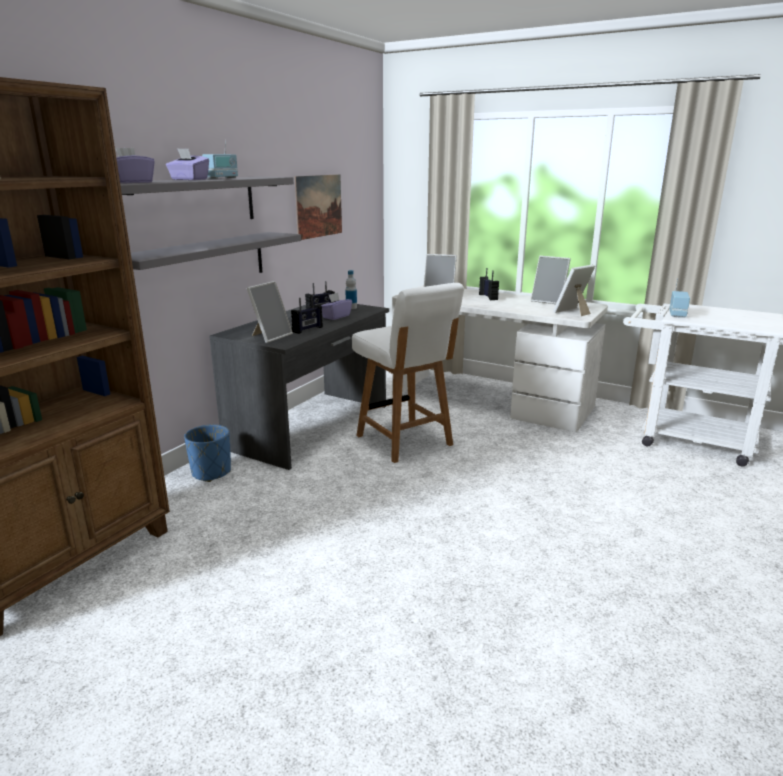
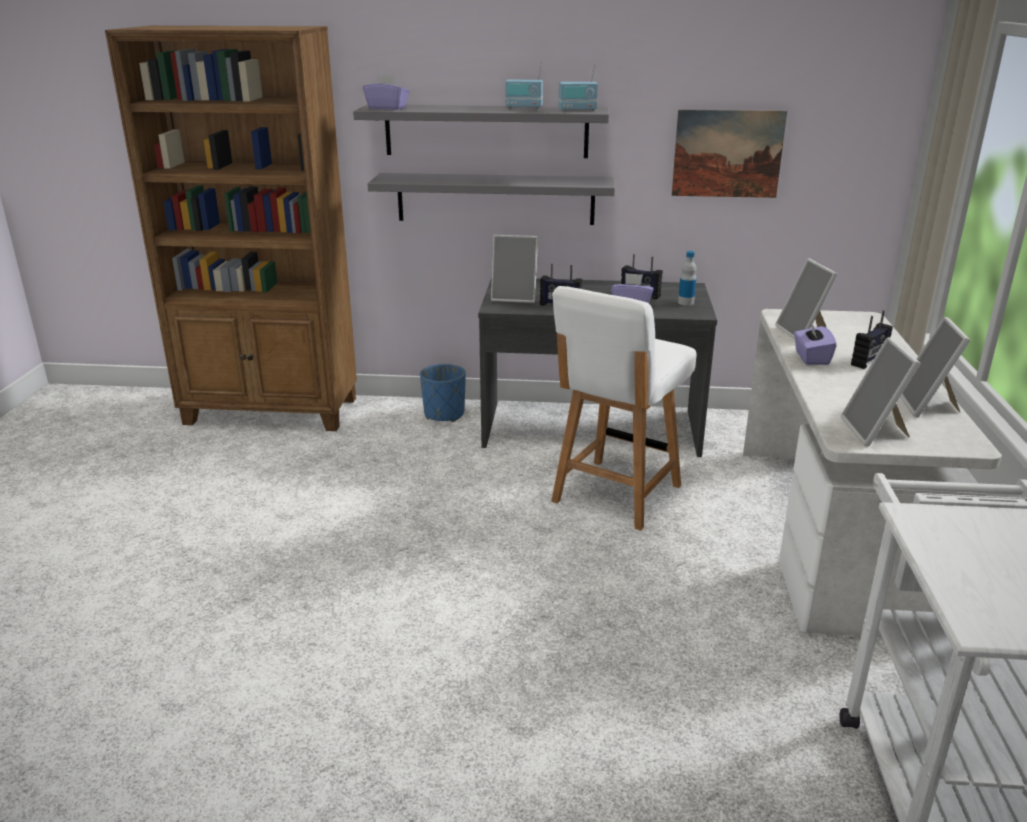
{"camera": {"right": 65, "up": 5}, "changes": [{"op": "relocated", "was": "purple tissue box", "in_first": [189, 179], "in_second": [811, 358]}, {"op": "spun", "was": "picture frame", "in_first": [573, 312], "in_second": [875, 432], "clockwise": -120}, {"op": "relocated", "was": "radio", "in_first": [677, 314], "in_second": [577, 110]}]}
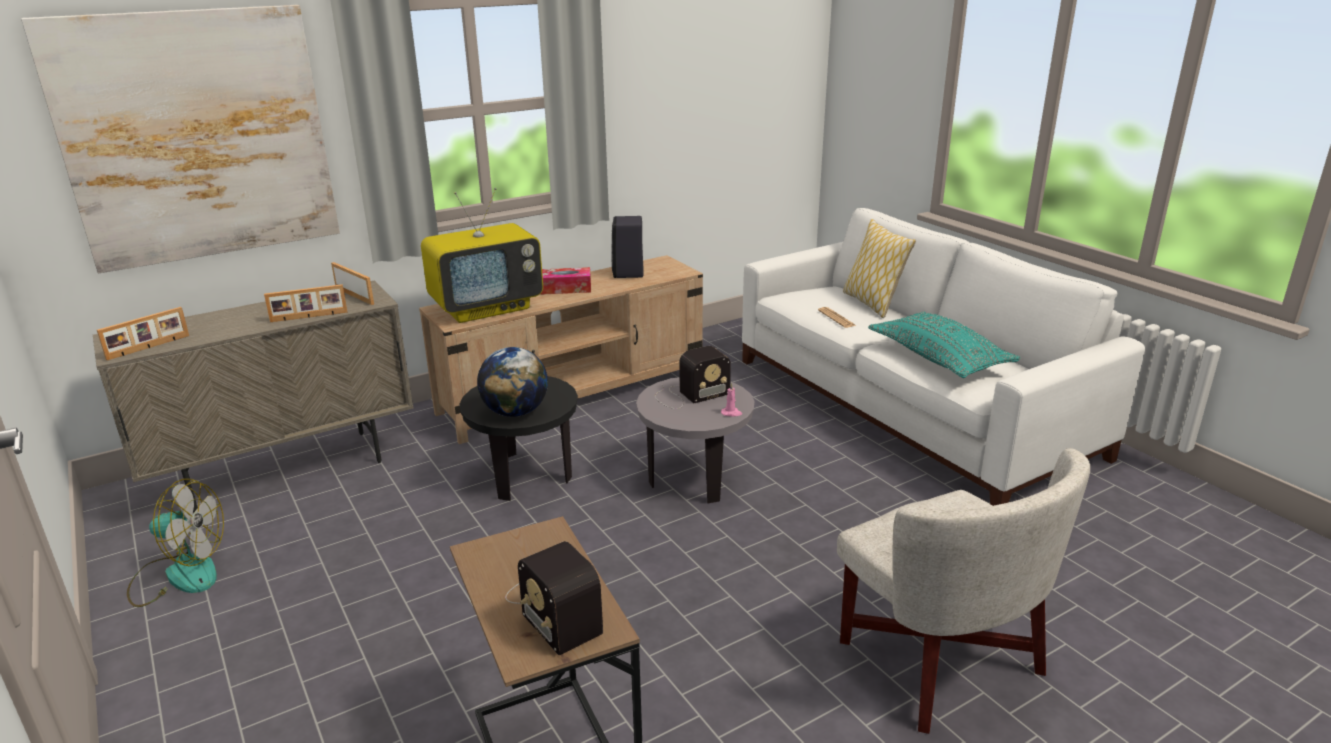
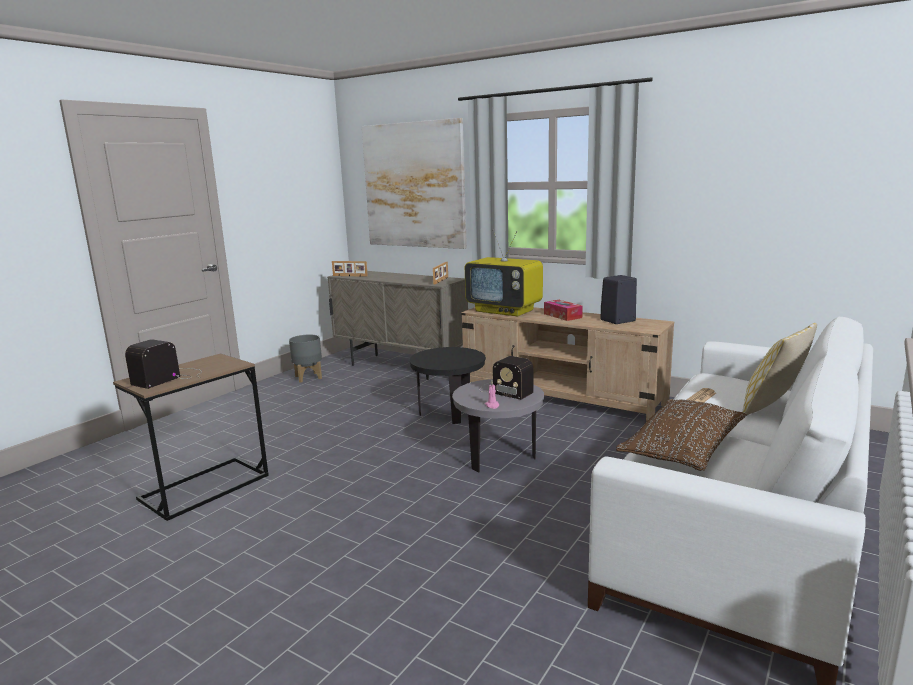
{"camera": {"right": 65, "up": -10}, "changes": [{"op": "missing", "was": "picture frame", "in_first": [309, 317]}, {"op": "colour", "was": "turquoise pillow", "now": "brown pillow", "in_first": [939, 358], "in_second": [683, 449]}, {"op": "missing", "was": "globe", "in_first": [515, 412]}, {"op": "missing", "was": "white armchair", "in_first": [939, 660]}, {"op": "exchanged", "was": "fan", "now": "grey planter", "in_first": [179, 575], "in_second": [308, 377]}]}
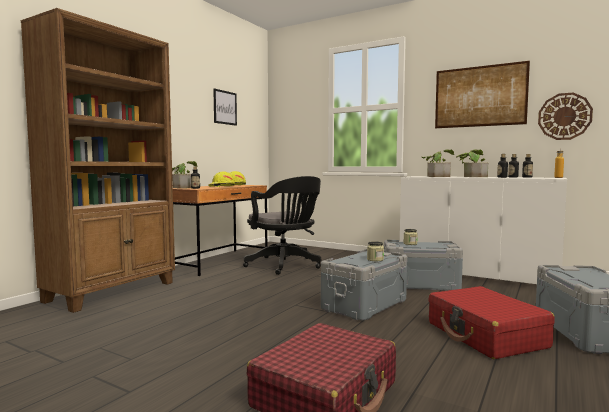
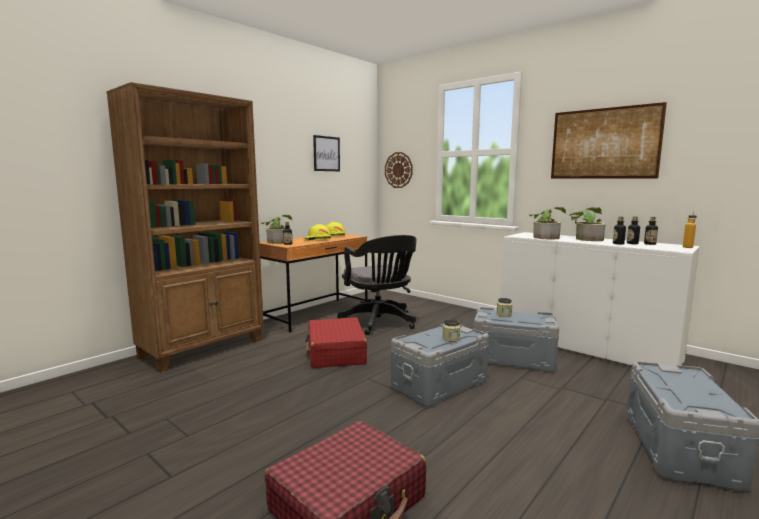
{"camera": {"right": 10, "up": 5}, "changes": [{"op": "relocated", "was": "wall clock", "in_first": [564, 116], "in_second": [398, 170]}, {"op": "relocated", "was": "red suitcase", "in_first": [486, 335], "in_second": [336, 353]}]}
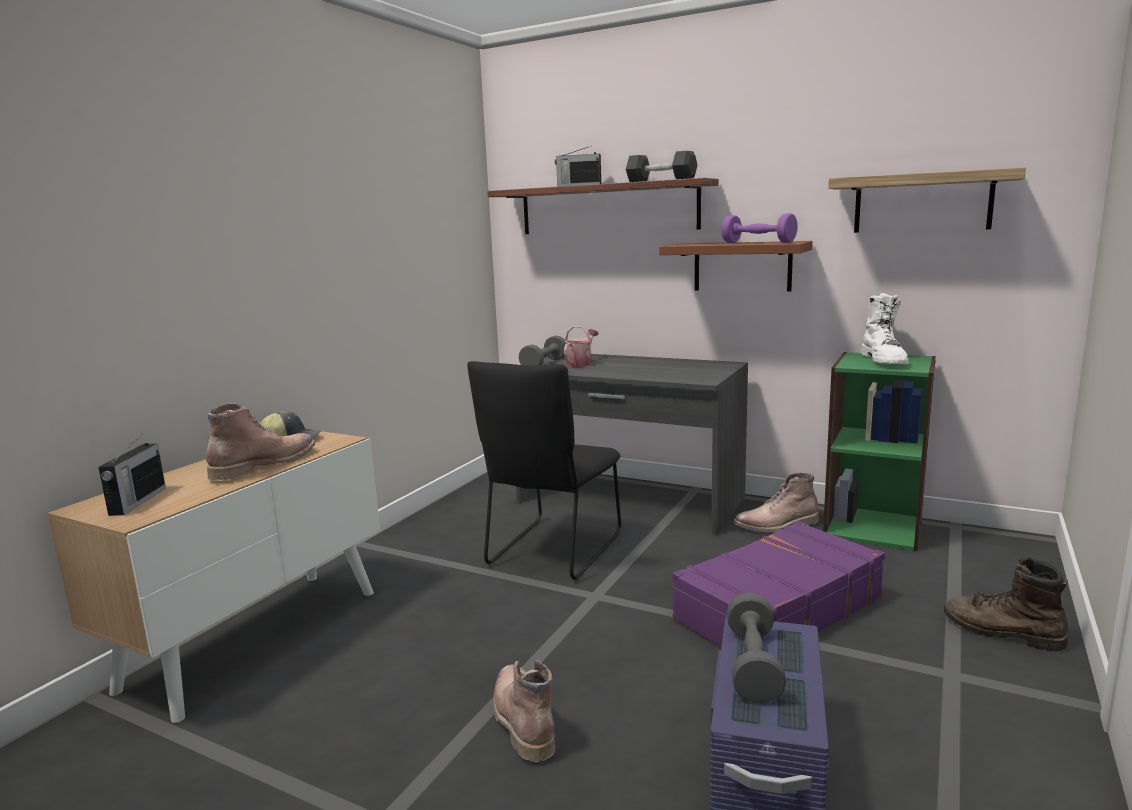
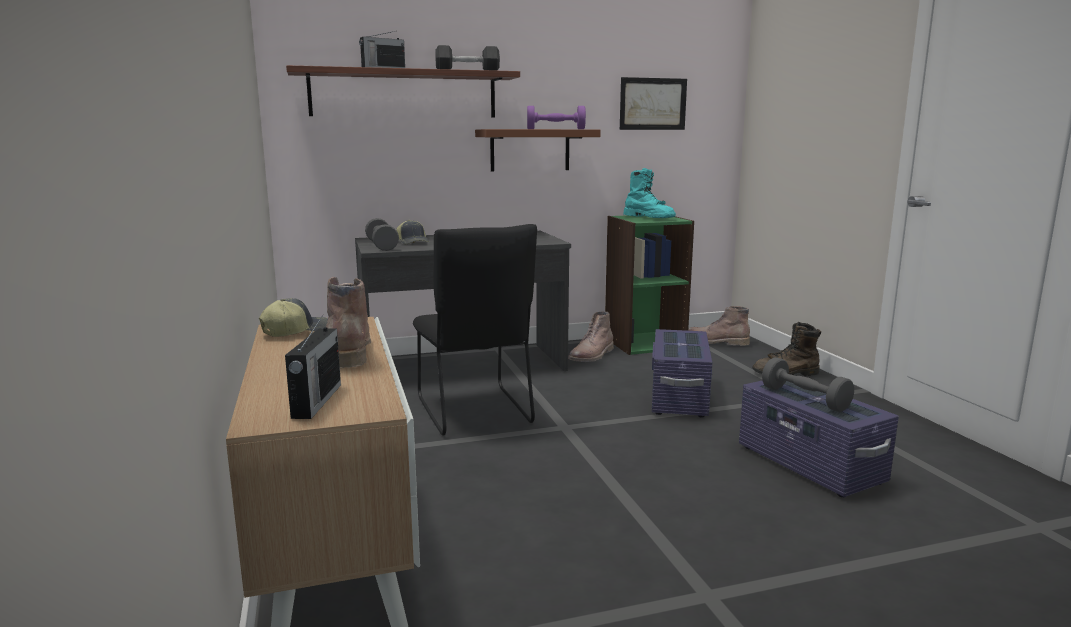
{"camera": {"right": -45, "up": 0}, "changes": [{"op": "exchanged", "was": "shelf", "now": "picture", "in_first": [922, 203], "in_second": [653, 104]}, {"op": "colour", "was": "white boot", "now": "turquoise boot", "in_first": [884, 361], "in_second": [649, 218]}, {"op": "exchanged", "was": "watering can", "now": "cap", "in_first": [580, 363], "in_second": [413, 242]}, {"op": "spun", "was": "radio", "in_first": [137, 501], "in_second": [316, 401], "clockwise": 45}, {"op": "exchanged", "was": "purple suitcase", "now": "purple storage box", "in_first": [776, 609], "in_second": [678, 397]}, {"op": "relocated", "was": "brown boot", "in_first": [521, 718], "in_second": [715, 342]}]}
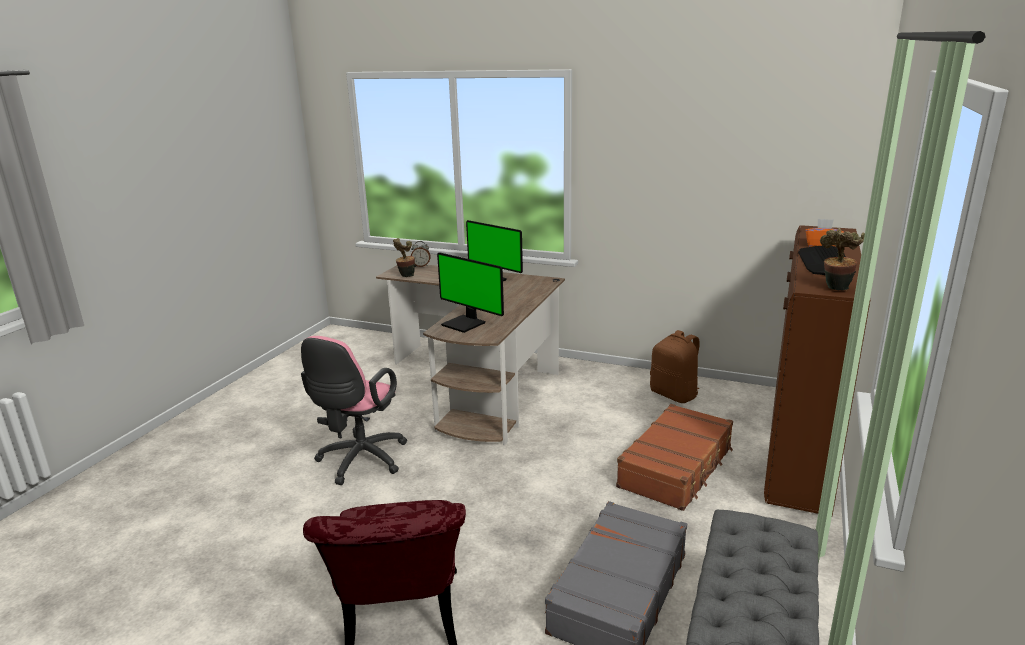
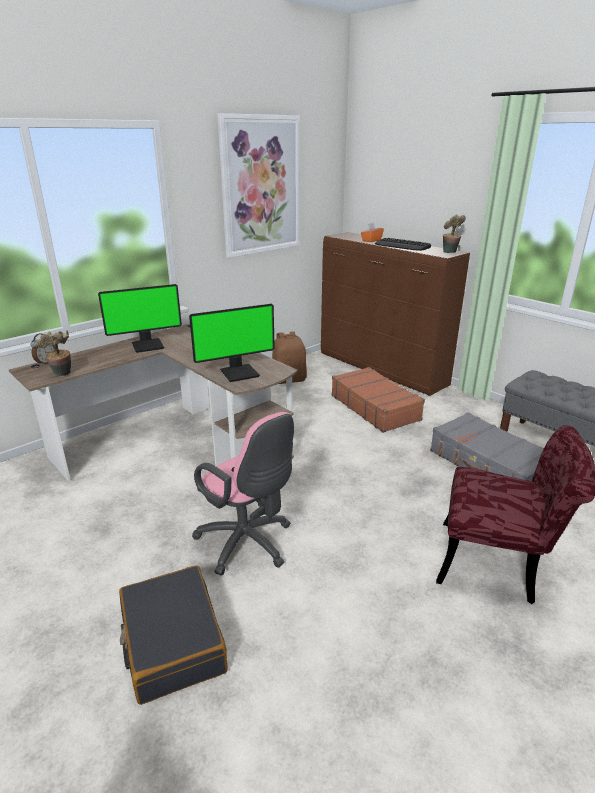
{"camera": {"right": -65, "up": 5}, "changes": [{"op": "appeared", "now": "picture", "in_second": [261, 186]}, {"op": "appeared", "now": "black suitcase", "in_second": [172, 642]}]}
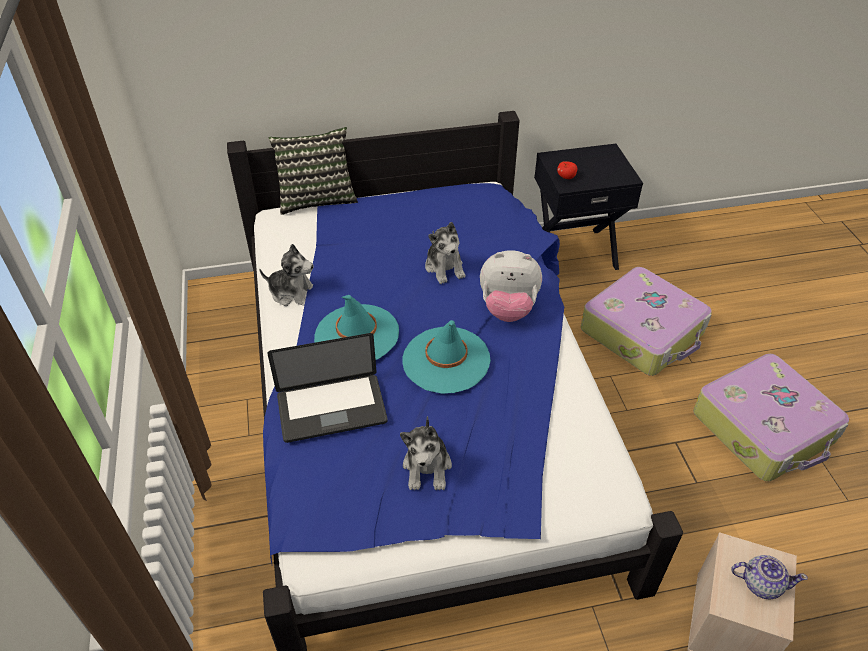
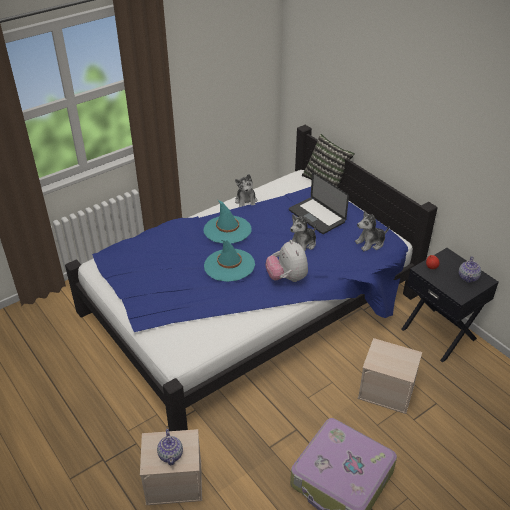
{"camera": {"right": 65, "up": -5}, "changes": [{"op": "exchanged", "was": "suitcase", "now": "beige storage box", "in_first": [643, 332], "in_second": [387, 390]}, {"op": "relocated", "was": "laptop", "in_first": [331, 409], "in_second": [316, 216]}, {"op": "relocated", "was": "plush toy", "in_first": [427, 467], "in_second": [370, 243]}, {"op": "appeared", "now": "teapot", "in_second": [468, 277]}]}
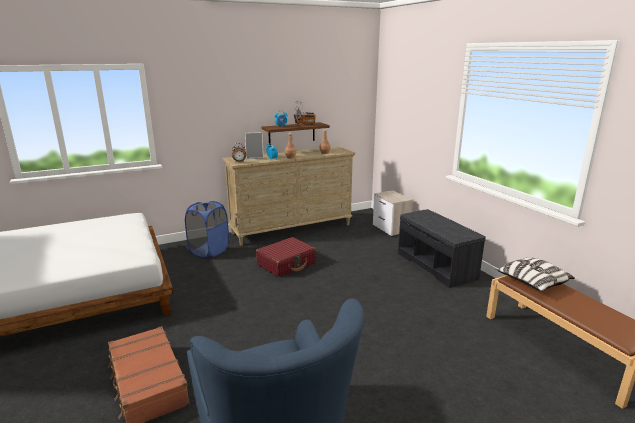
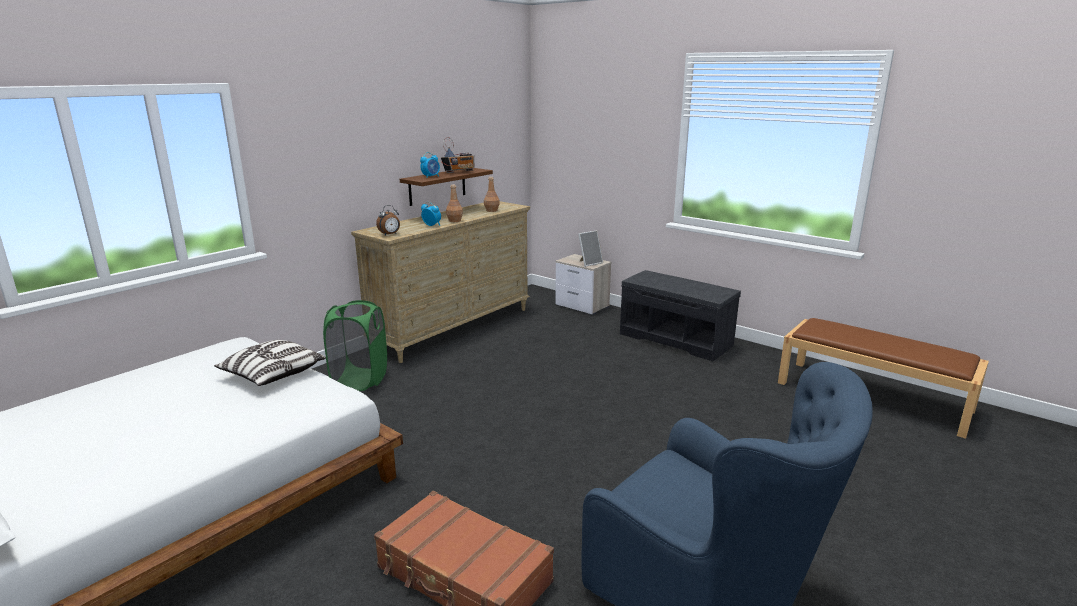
{"camera": {"right": -25, "up": 0}, "changes": [{"op": "relocated", "was": "picture frame", "in_first": [255, 157], "in_second": [589, 263]}, {"op": "colour", "was": "blue laundry basket", "now": "green laundry basket", "in_first": [209, 251], "in_second": [360, 380]}, {"op": "missing", "was": "red suitcase", "in_first": [286, 264]}, {"op": "relocated", "was": "pillow", "in_first": [532, 282], "in_second": [272, 375]}]}
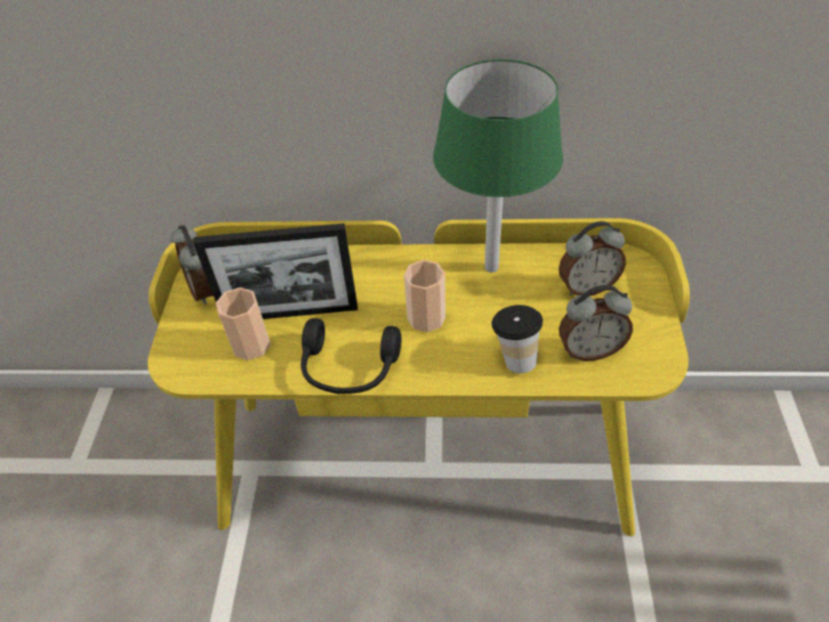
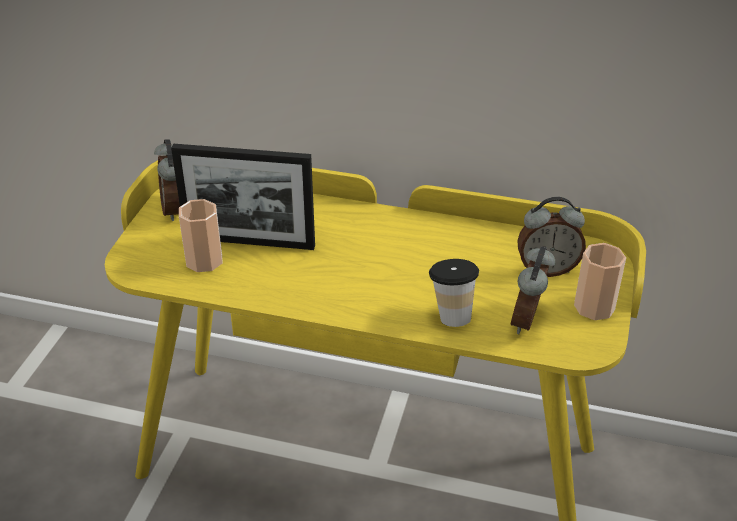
{"camera": {"right": 10, "up": -10}, "changes": [{"op": "missing", "was": "green table lamp", "in_first": [491, 267]}, {"op": "relocated", "was": "cup", "in_first": [426, 317], "in_second": [594, 307]}, {"op": "spun", "was": "alarm clock", "in_first": [589, 350], "in_second": [528, 321], "clockwise": 105}, {"op": "missing", "was": "black headphones", "in_first": [348, 369]}]}
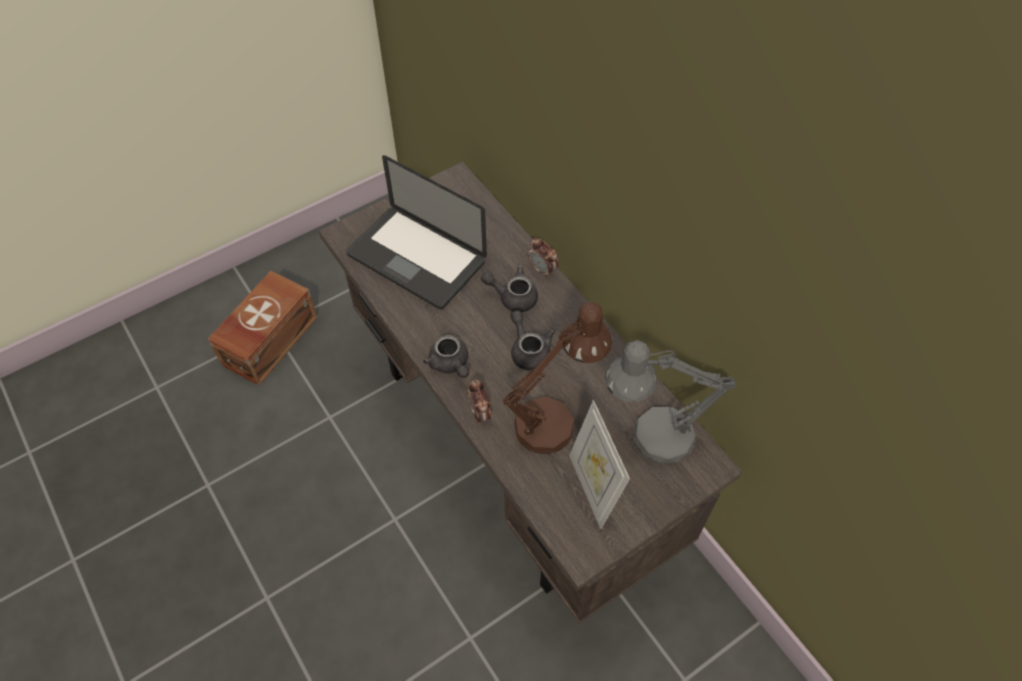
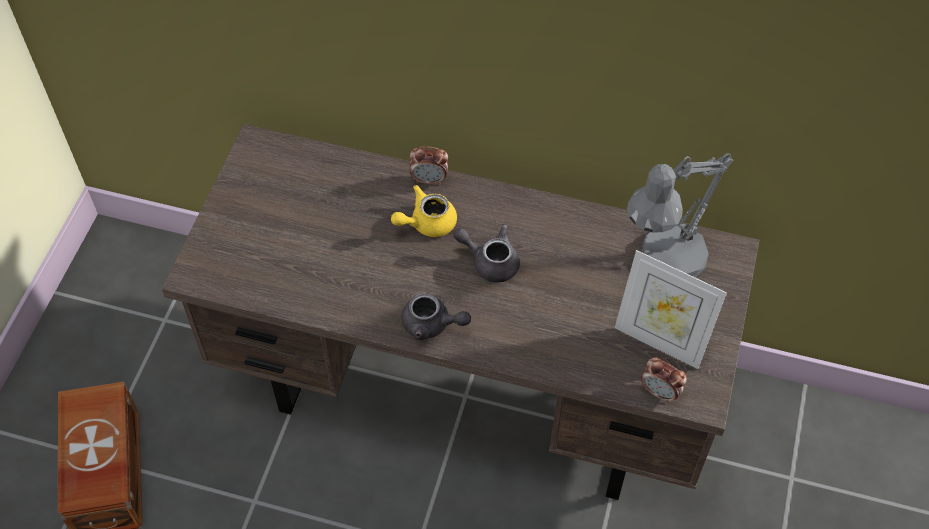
{"camera": {"right": -40, "up": 0}, "changes": [{"op": "missing", "was": "laptop", "in_first": [416, 258]}, {"op": "colour", "was": "grey teapot", "now": "yellow teapot", "in_first": [513, 297], "in_second": [426, 223]}, {"op": "missing", "was": "brown table lamp", "in_first": [554, 419]}, {"op": "relocated", "was": "alarm clock", "in_first": [480, 413], "in_second": [660, 392]}]}
